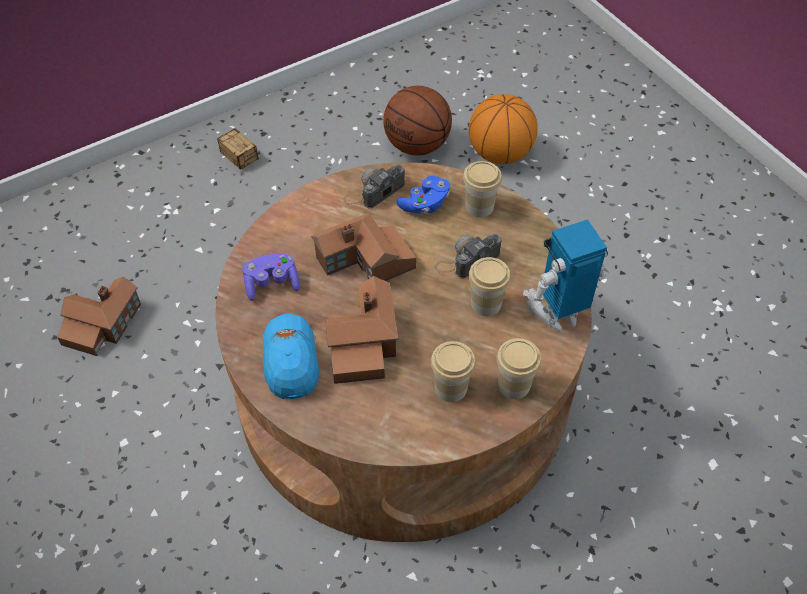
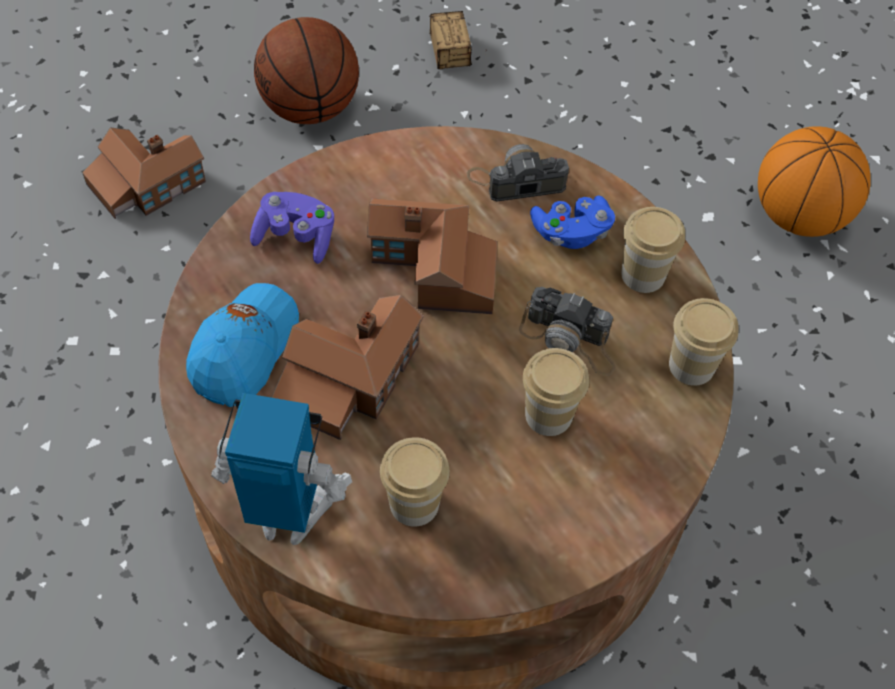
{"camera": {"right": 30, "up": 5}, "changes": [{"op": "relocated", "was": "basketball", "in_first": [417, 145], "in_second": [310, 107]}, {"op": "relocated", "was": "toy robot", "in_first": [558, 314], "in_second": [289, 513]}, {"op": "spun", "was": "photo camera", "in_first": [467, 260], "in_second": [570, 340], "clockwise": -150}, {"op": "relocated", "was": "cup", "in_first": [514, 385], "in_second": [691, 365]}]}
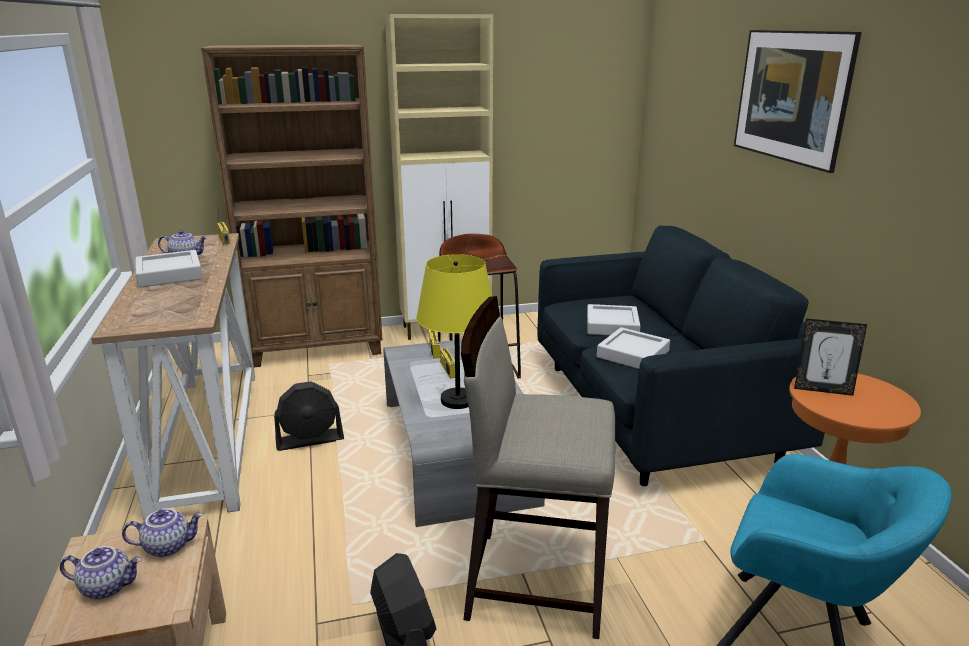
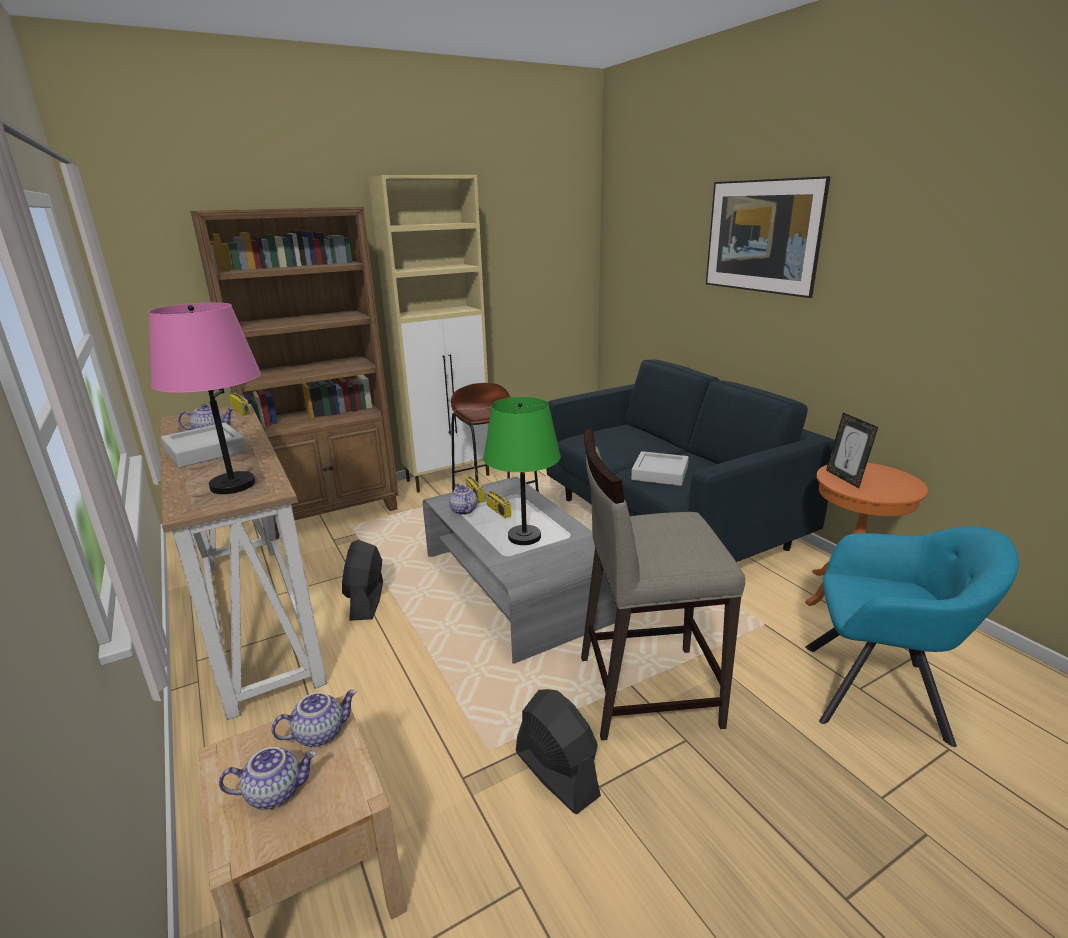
{"camera": {"right": -15, "up": 0}, "changes": [{"op": "colour", "was": "yellow table lamp", "now": "green table lamp", "in_first": [458, 400], "in_second": [525, 537]}, {"op": "missing", "was": "grey tray", "in_first": [612, 325]}, {"op": "spun", "was": "picture frame", "in_first": [822, 390], "in_second": [845, 478], "clockwise": 75}, {"op": "spun", "was": "black fan", "in_first": [310, 440], "in_second": [366, 601], "clockwise": 120}, {"op": "appeared", "now": "pink table lamp", "in_second": [233, 485]}, {"op": "appeared", "now": "teapot", "in_second": [463, 510]}]}
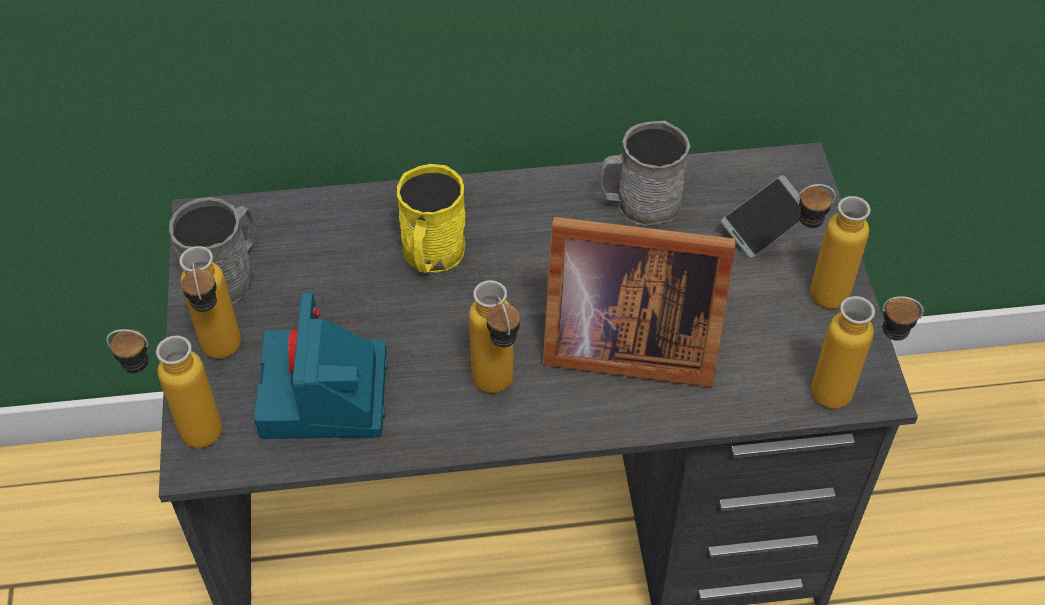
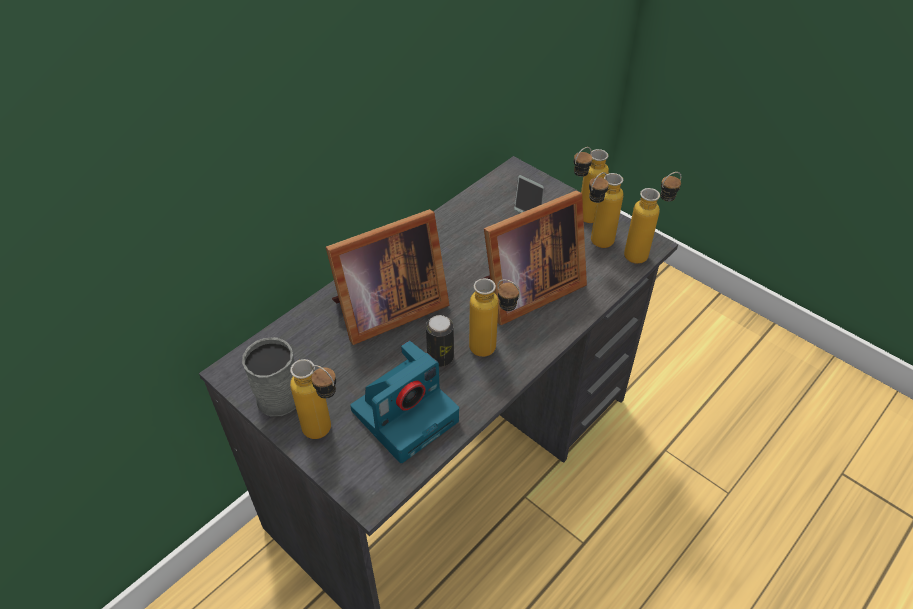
{"camera": {"right": -40, "up": -5}, "changes": [{"op": "missing", "was": "grey mug", "in_first": [639, 204]}, {"op": "exchanged", "was": "yellow mug", "now": "picture frame", "in_first": [432, 255], "in_second": [386, 310]}, {"op": "spun", "was": "photo camera", "in_first": [325, 395], "in_second": [406, 413], "clockwise": -90}, {"op": "relocated", "was": "bottle", "in_first": [183, 432], "in_second": [595, 245]}, {"op": "appeared", "now": "can", "in_second": [440, 357]}]}
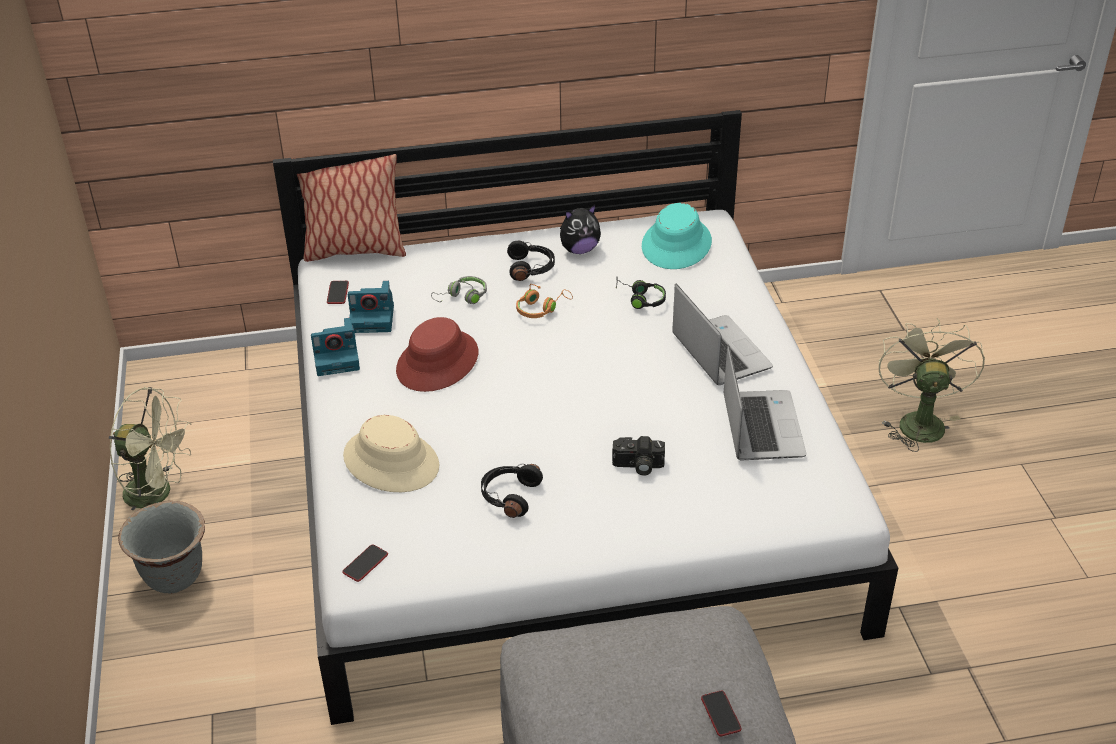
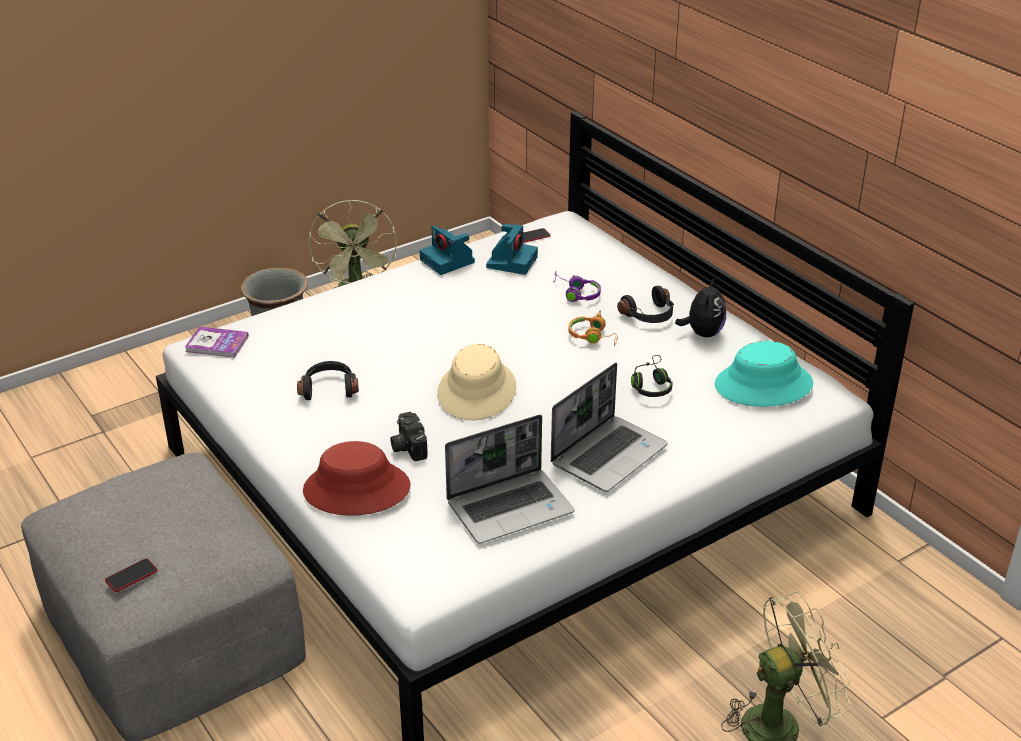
{"camera": {"right": 65, "up": -5}, "changes": [{"op": "missing", "was": "pillow", "in_first": [354, 250]}, {"op": "spun", "was": "plush toy", "in_first": [579, 249], "in_second": [702, 333], "clockwise": -120}, {"op": "colour", "was": "grey headphones", "now": "purple headphones", "in_first": [462, 297], "in_second": [576, 293]}, {"op": "spun", "was": "photo camera", "in_first": [373, 318], "in_second": [512, 261], "clockwise": -135}, {"op": "relocated", "was": "red hat", "in_first": [438, 362], "in_second": [356, 489]}, {"op": "relocated", "was": "beige hat", "in_first": [391, 461], "in_second": [477, 391]}, {"op": "exchanged", "was": "phone", "now": "book", "in_first": [365, 563], "in_second": [217, 344]}]}
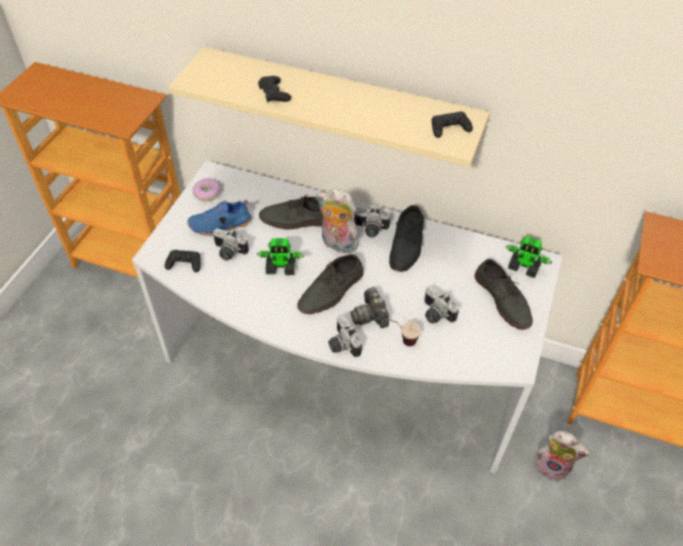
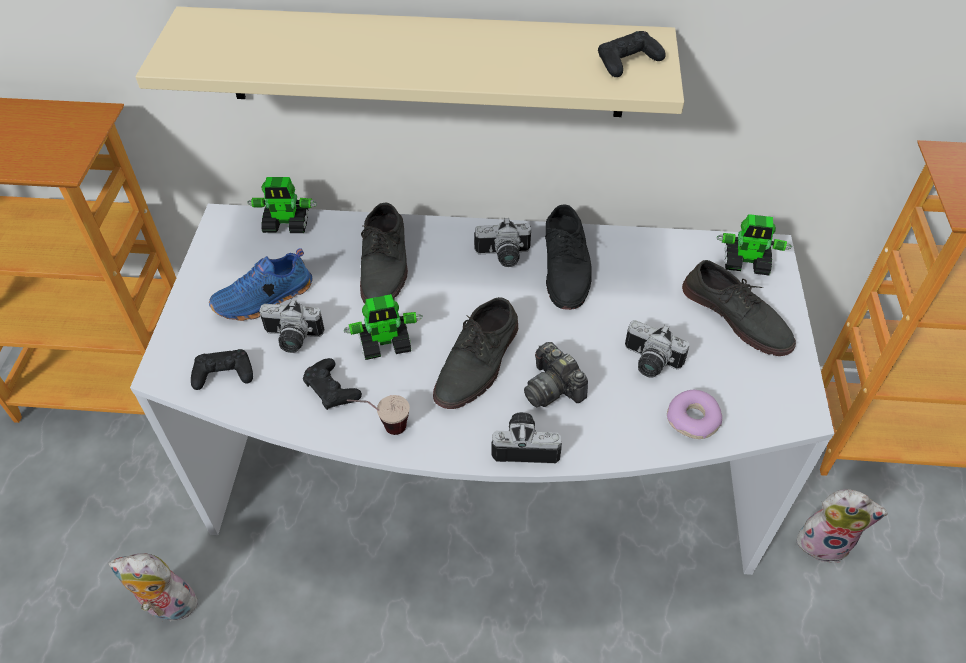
{"camera": {"right": -15, "up": 0}, "changes": [{"op": "relocated", "was": "black game controller", "in_first": [274, 94], "in_second": [331, 389]}, {"op": "relocated", "was": "donut", "in_first": [207, 193], "in_second": [693, 419]}, {"op": "relocated", "was": "plush toy", "in_first": [337, 244], "in_second": [167, 606]}, {"op": "spun", "was": "grey shoe", "in_first": [297, 219], "in_second": [385, 264], "clockwise": -75}, {"op": "spun", "was": "photo camera", "in_first": [341, 344], "in_second": [525, 445], "clockwise": 135}, {"op": "relocated", "was": "cup", "in_first": [401, 340], "in_second": [382, 427]}, {"op": "appeared", "now": "toy robot", "in_second": [287, 224]}]}
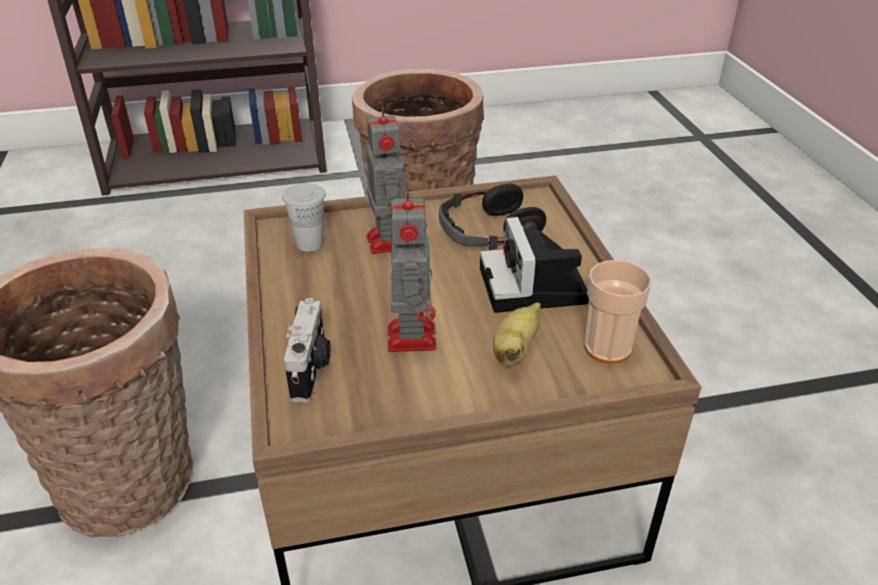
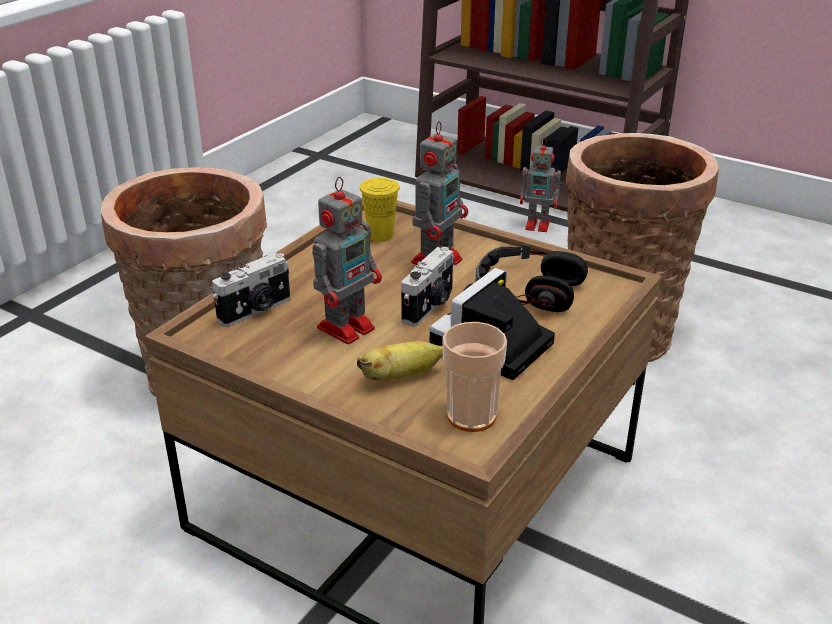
{"camera": {"right": 45, "up": -5}, "changes": [{"op": "colour", "was": "white cup", "now": "yellow cup", "in_first": [309, 244], "in_second": [380, 236]}, {"op": "appeared", "now": "toy robot", "in_second": [539, 225]}, {"op": "appeared", "now": "photo camera", "in_second": [430, 306]}]}
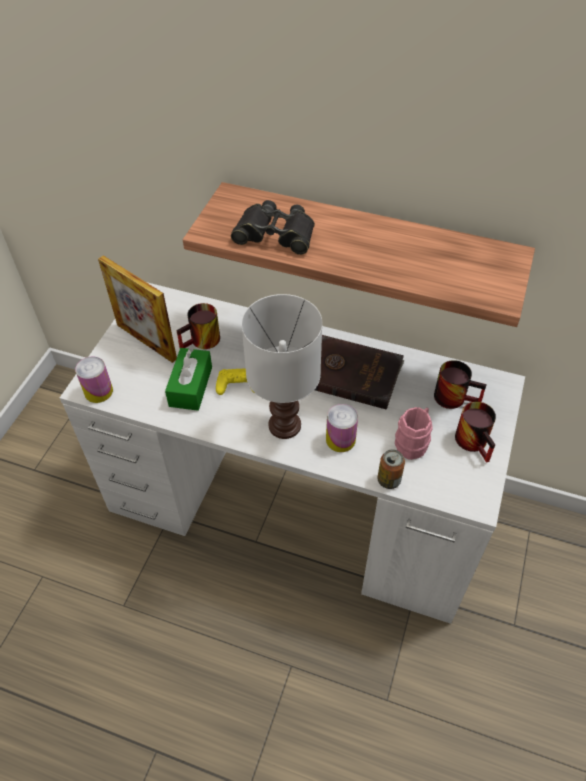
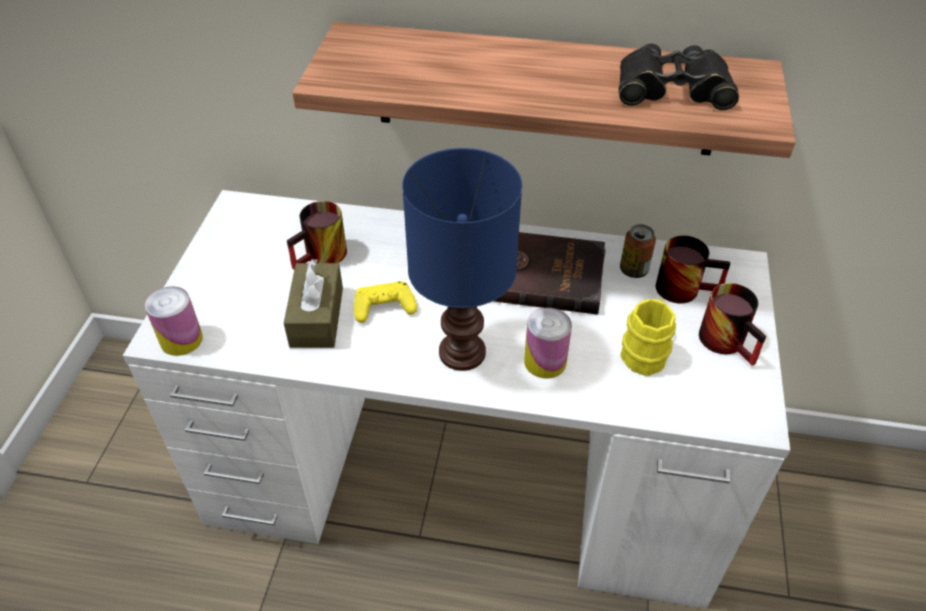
{"camera": {"right": -10, "up": -5}, "changes": [{"op": "relocated", "was": "black binoculars", "in_first": [275, 234], "in_second": [672, 89]}, {"op": "missing", "was": "picture frame", "in_first": [146, 341]}, {"op": "colour", "was": "white table lamp", "now": "blue table lamp", "in_first": [284, 424], "in_second": [461, 351]}, {"op": "colour", "was": "green tissue box", "now": "brown tissue box", "in_first": [191, 386], "in_second": [317, 317]}, {"op": "colour", "was": "pink mug", "now": "yellow mug", "in_first": [413, 441], "in_second": [645, 351]}, {"op": "relocated", "was": "can", "in_first": [389, 480], "in_second": [633, 270]}]}
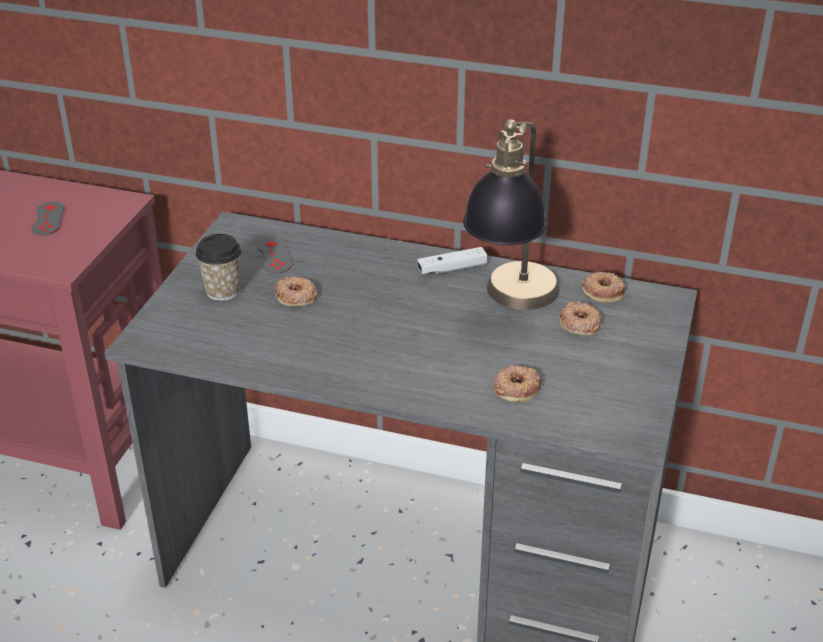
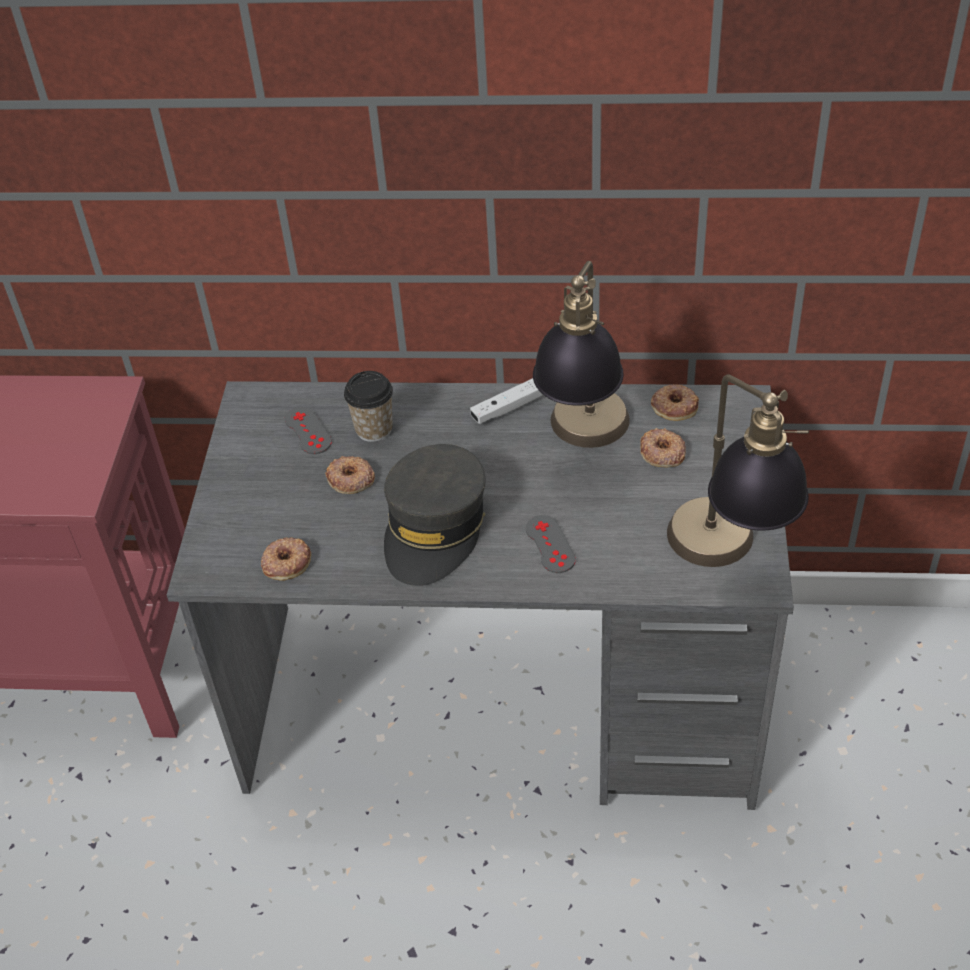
{"camera": {"right": -10, "up": 10}, "changes": [{"op": "relocated", "was": "grey game controller", "in_first": [48, 219], "in_second": [550, 544]}, {"op": "relocated", "was": "cup", "in_first": [223, 291], "in_second": [374, 429]}, {"op": "relocated", "was": "donut", "in_first": [516, 388], "in_second": [286, 562]}, {"op": "appeared", "now": "table lamp", "in_second": [727, 561]}, {"op": "appeared", "now": "grey cap", "in_second": [435, 528]}]}
